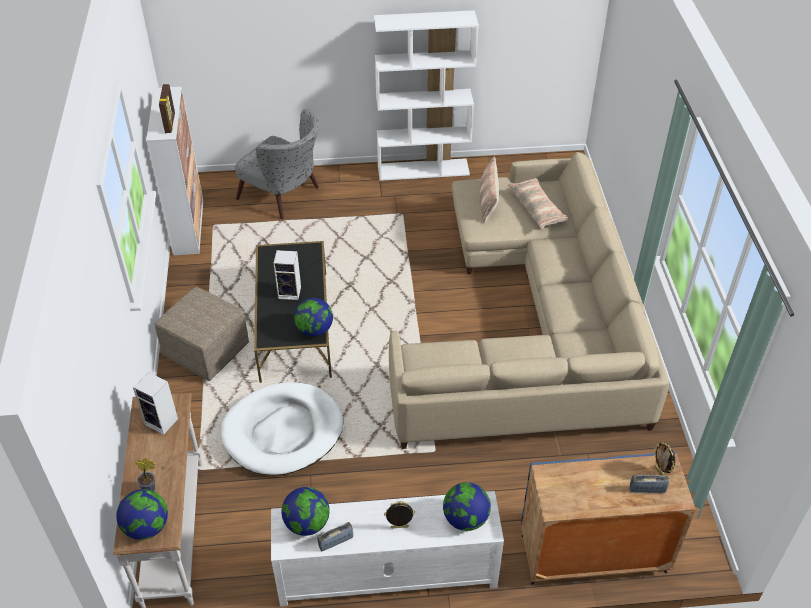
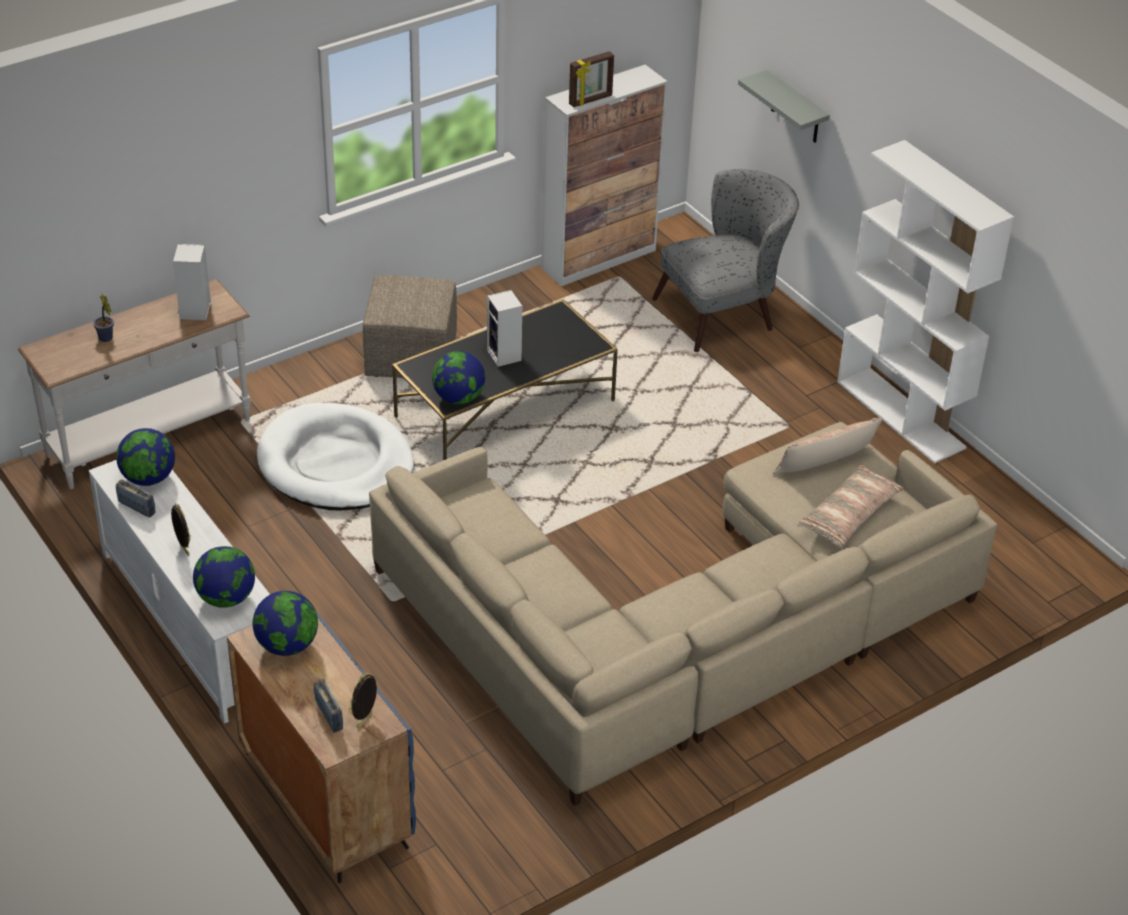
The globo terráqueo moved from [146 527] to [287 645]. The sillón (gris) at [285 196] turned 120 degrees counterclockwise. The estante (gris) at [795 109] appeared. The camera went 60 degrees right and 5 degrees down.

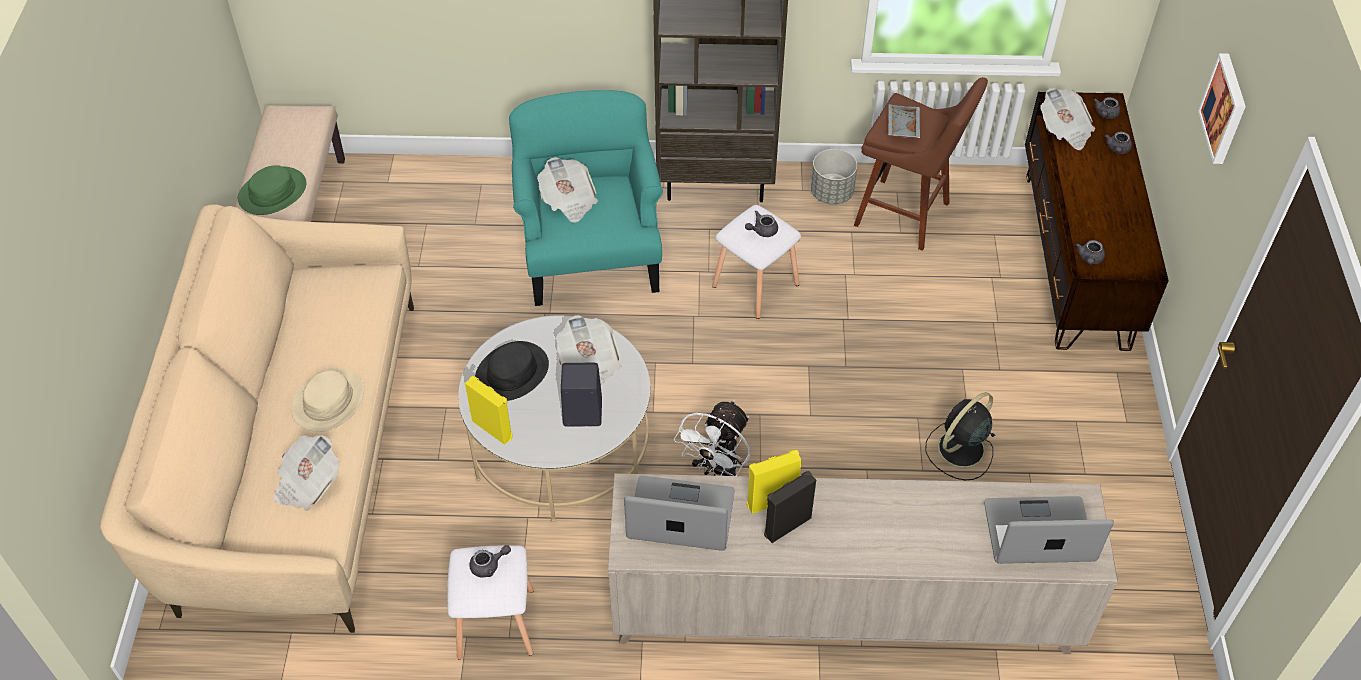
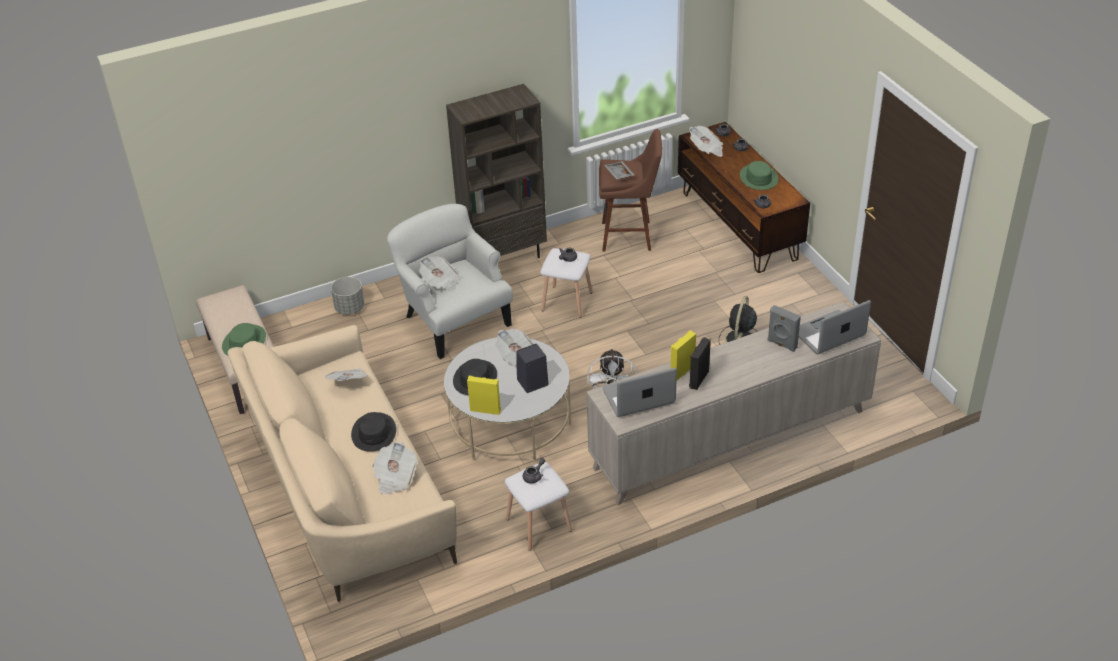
The periódico at [349 383] appeared. The maceta (gris) moved from [832 193] to [350 308]. The sombrero (beis) at [328 401] became the sombrero (negro) at [374 433]. The sillón (turquesa) at [590 253] became the sillón (blanco) at [454 320]. The sombrero (verde) at [758 178] appeared. The altavoz (gris) at [781 344] appeared. The cuadro at [1225 108] disappeared. The camera went 25 degrees left and 10 degrees down.

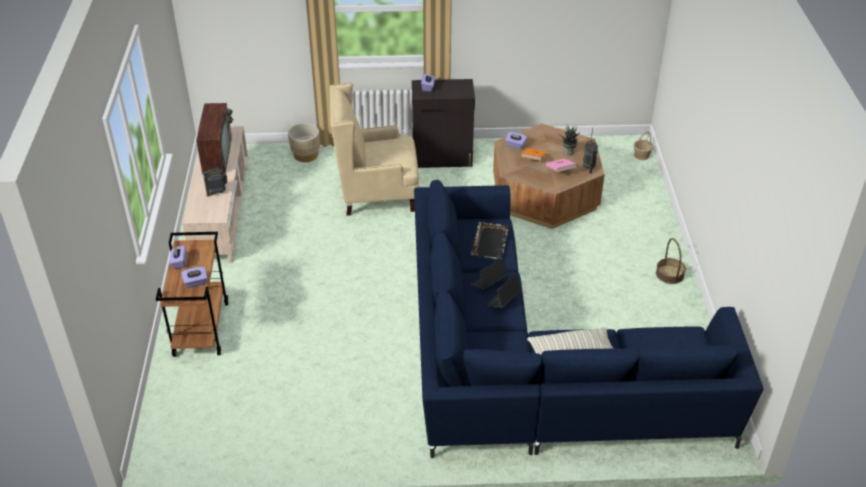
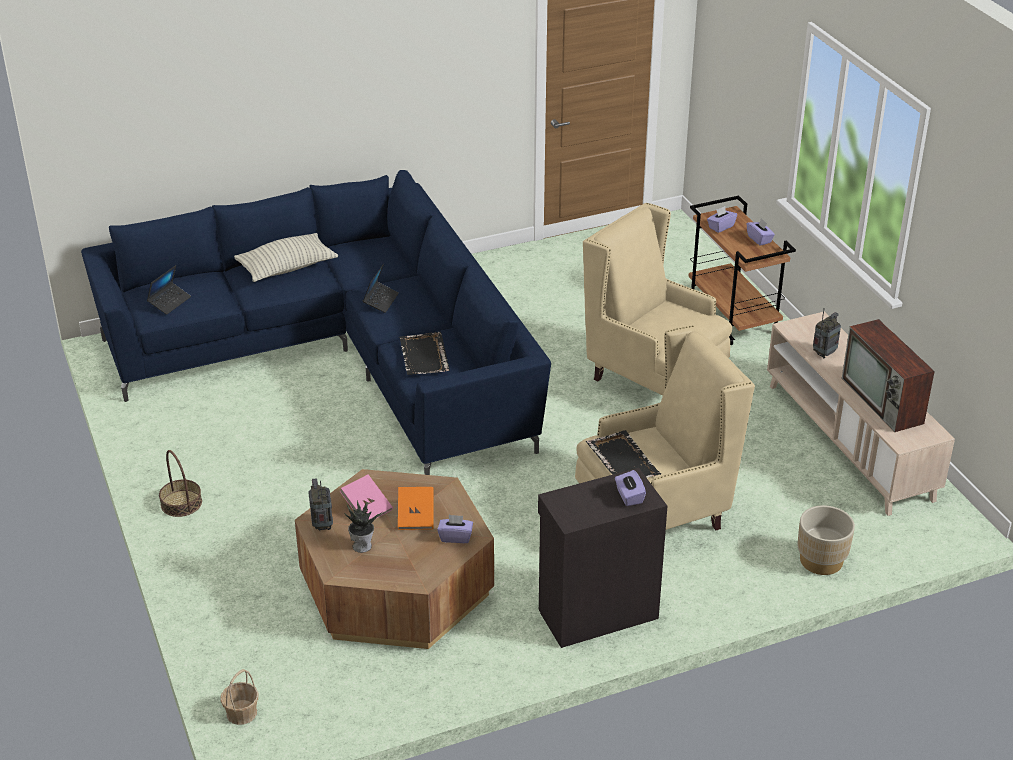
The portátil moved from [489 283] to [169 302]. The sillón (beis) at [653 381] appeared. The bandeja (negro) at [622 459] appeared. The camera went 160 degrees right and 5 degrees down.

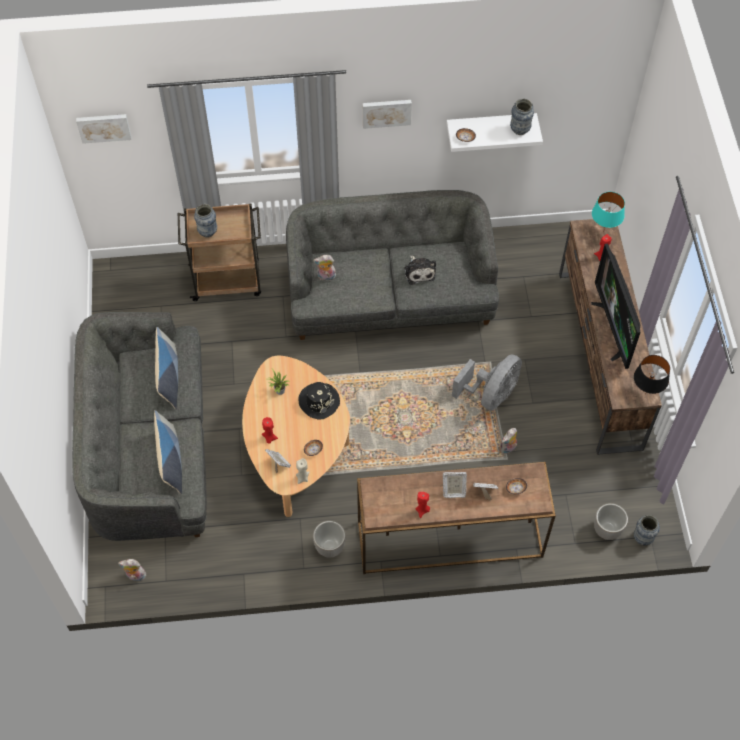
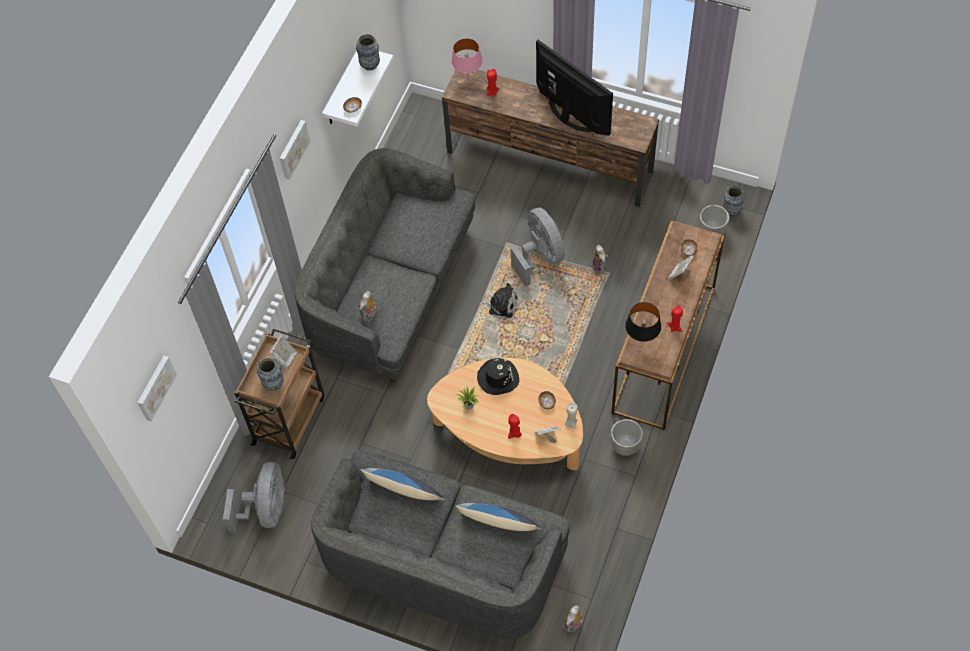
The ventilador (gris) at [266 510] appeared. The portarretratos moved from [453 490] to [285 359]. The lámpara de mesa (turquesa) at [603 232] became the lámpara de mesa (rosa) at [468 80]. The peluche moved from [419 272] to [501 304]. The televisor at [614 329] turned 150 degrees counterclockwise. The lámpara de mesa (negro) moved from [645 394] to [641 342]. The camera went 60 degrees left and 0 degrees up.

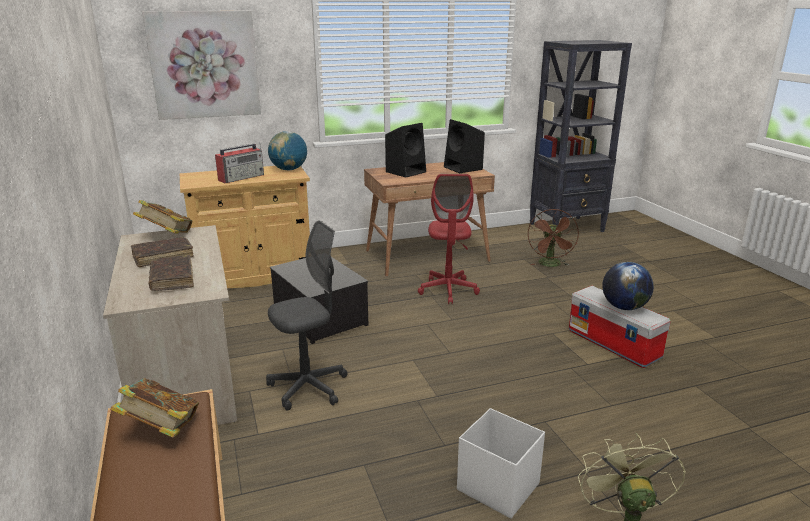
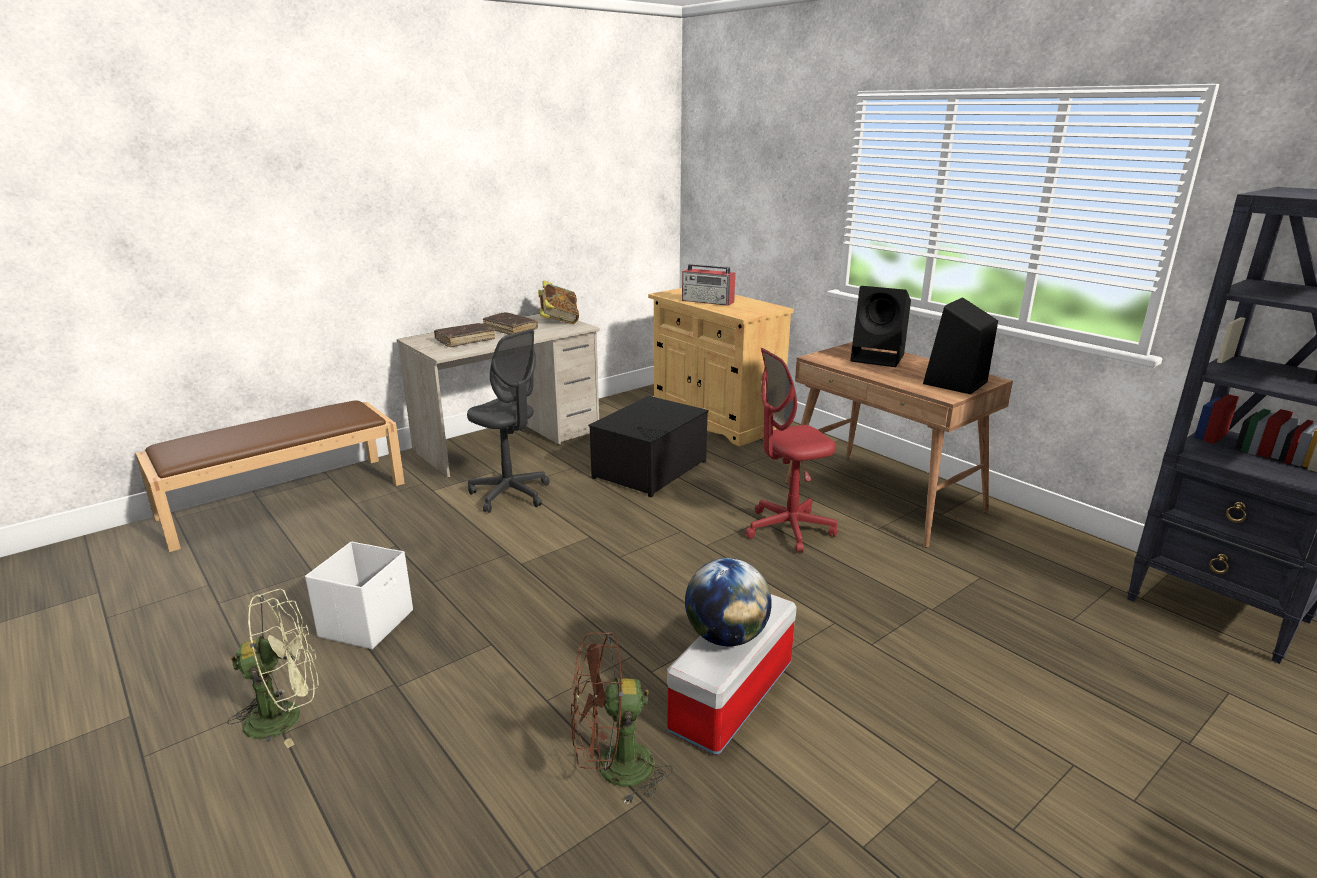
The ventilador (marrón) moved from [550 265] to [613 769]. The libro at [161 429] disappeared. The cuadro at [204 65] disappeared. The globo terráqueo at [289 169] disappeared. The camera went 70 degrees right and 0 degrees up.

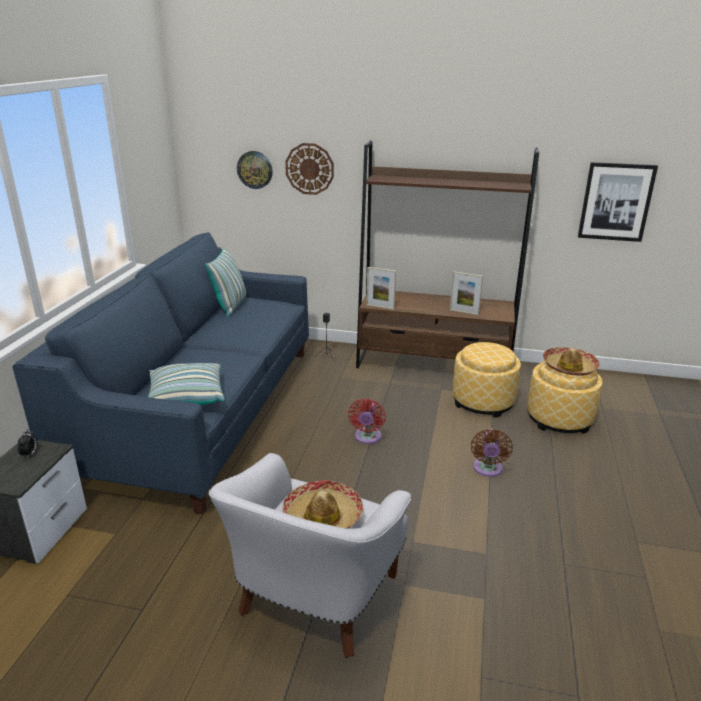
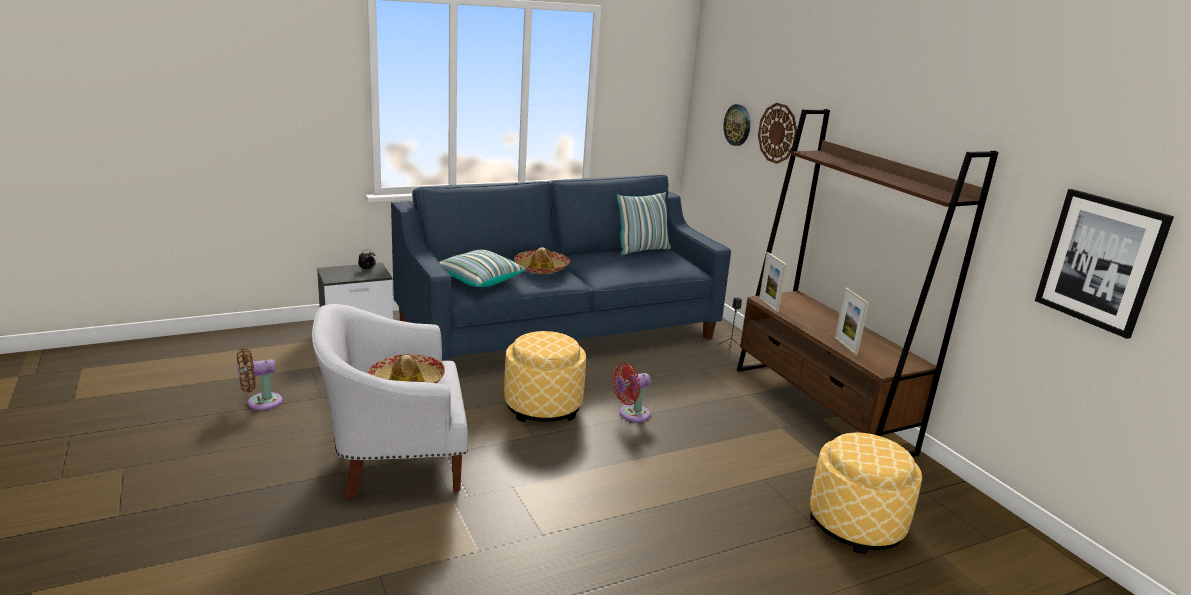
The ventilador (marrón) moved from [487 469] to [260 402]. The puf moved from [483 401] to [543 406]. The sombrero moved from [569 367] to [541 268]. The camera went 50 degrees right and 5 degrees down.

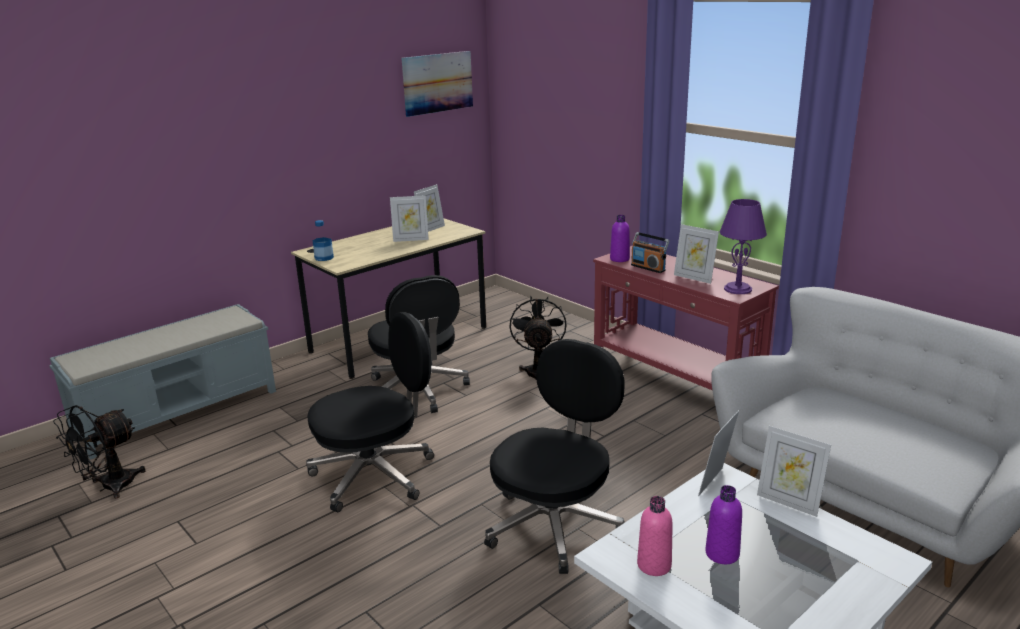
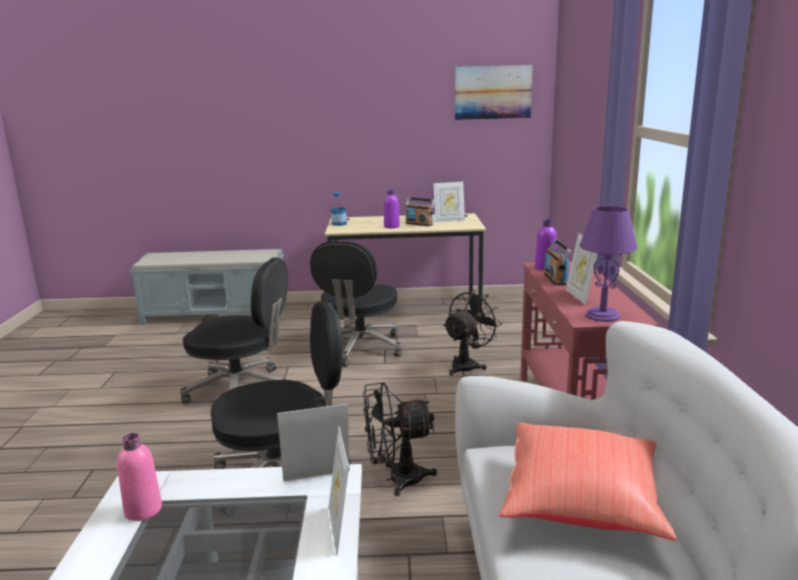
The ventilador (negro) moved from [109 487] to [396 479]. The botella (morado) moved from [722 554] to [391 226]. The portarretratos at [411 239] was replaced by the radio at [419 224]. The cojín (rojo) at [582 504] appeared. The camera went 40 degrees right and 5 degrees down.

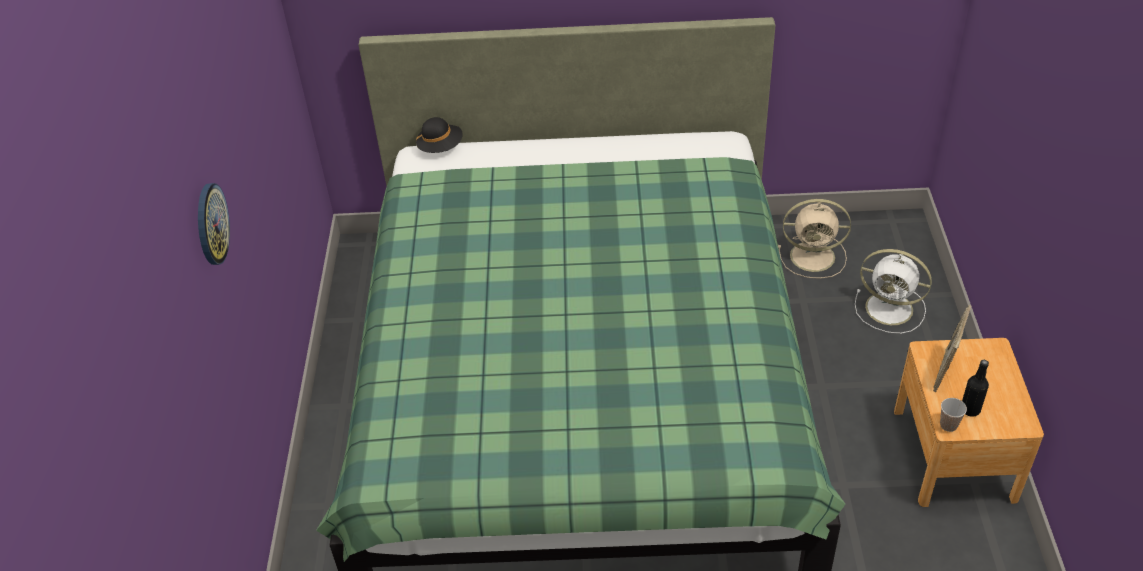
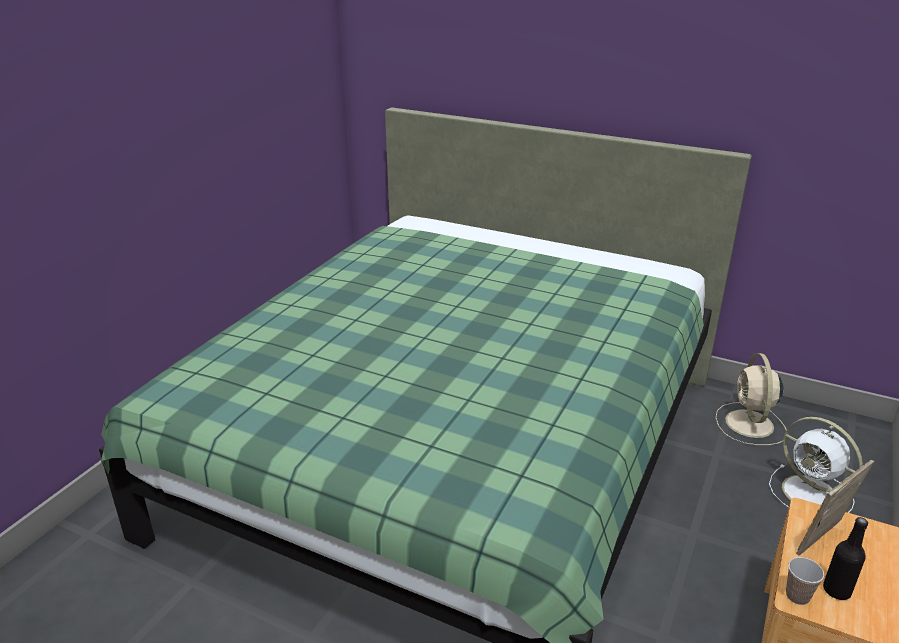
The ventilador (beis) at [814 256] turned 60 degrees clockwise. The reloj de pared at [211 224] disappeared. The sombrero (negro) at [440 147] disappeared. The camera went 25 degrees right and 15 degrees down.

